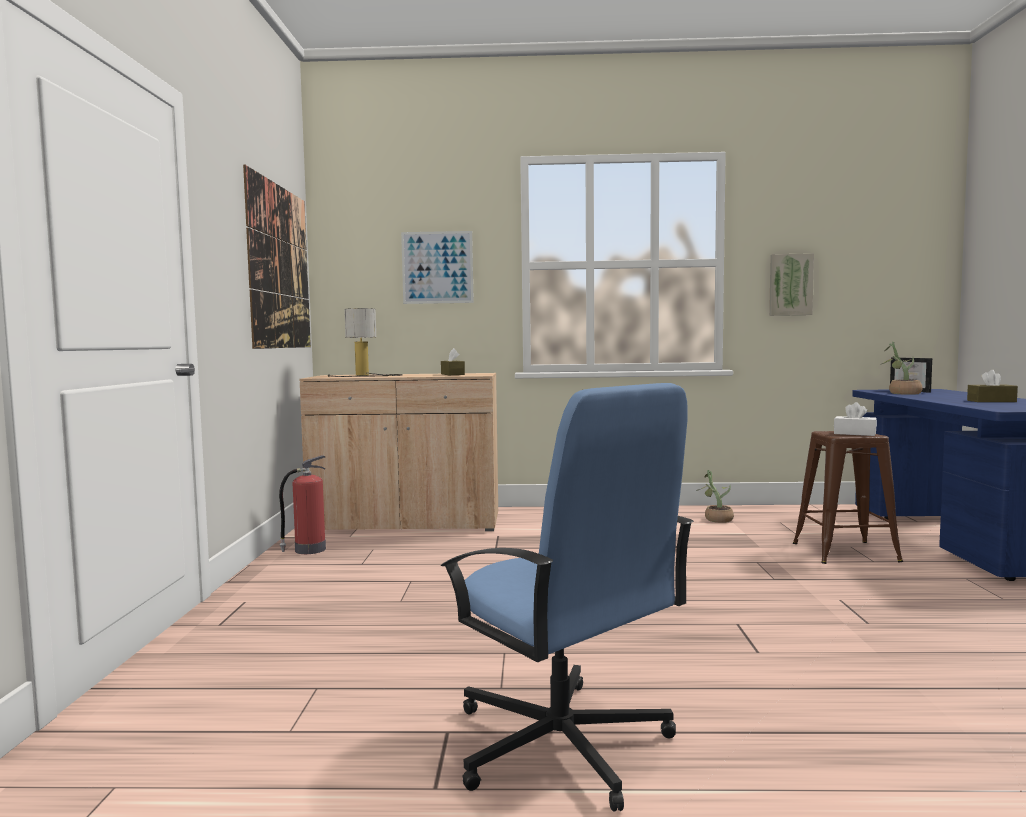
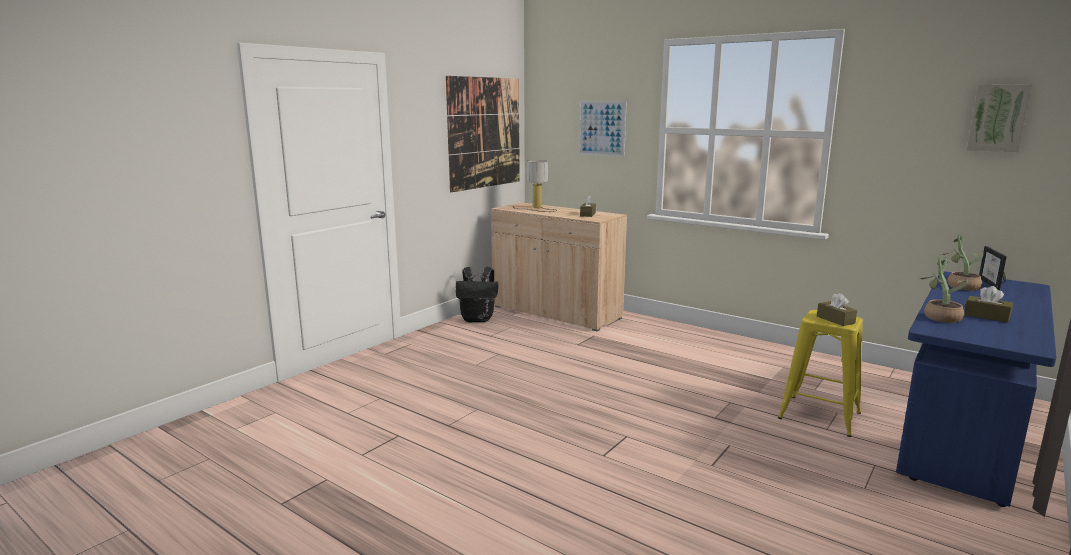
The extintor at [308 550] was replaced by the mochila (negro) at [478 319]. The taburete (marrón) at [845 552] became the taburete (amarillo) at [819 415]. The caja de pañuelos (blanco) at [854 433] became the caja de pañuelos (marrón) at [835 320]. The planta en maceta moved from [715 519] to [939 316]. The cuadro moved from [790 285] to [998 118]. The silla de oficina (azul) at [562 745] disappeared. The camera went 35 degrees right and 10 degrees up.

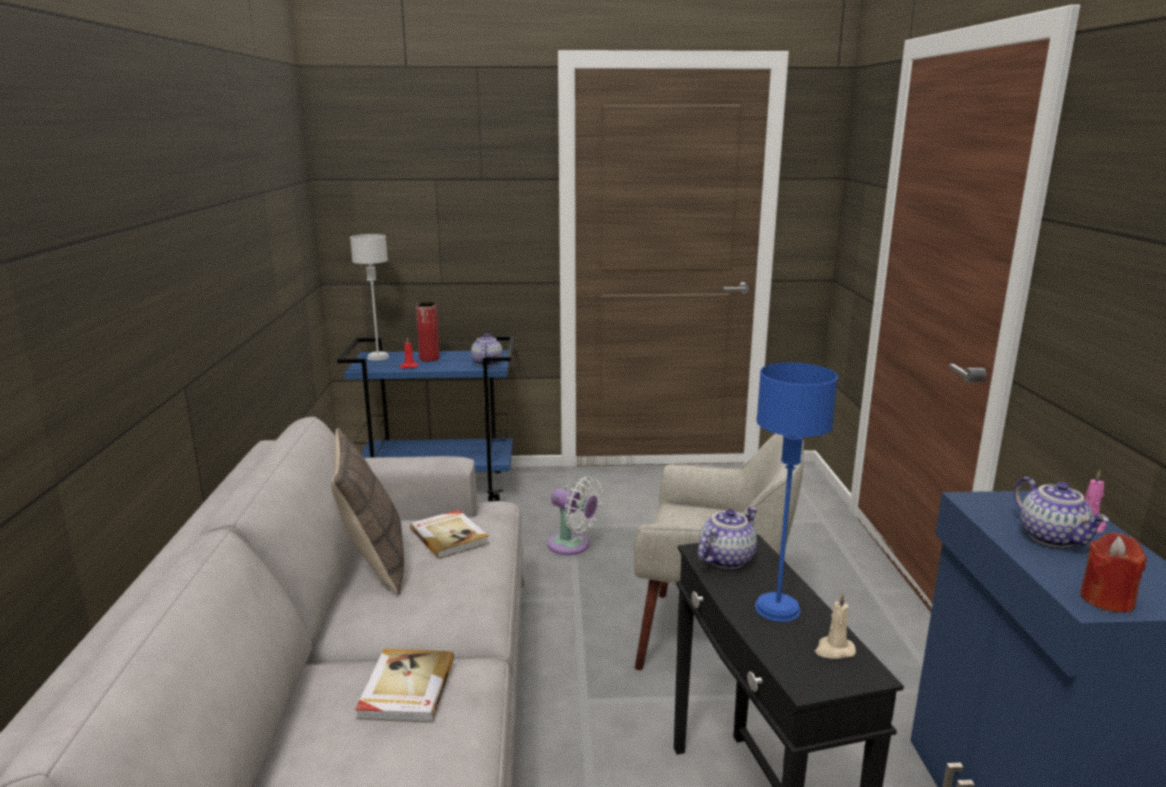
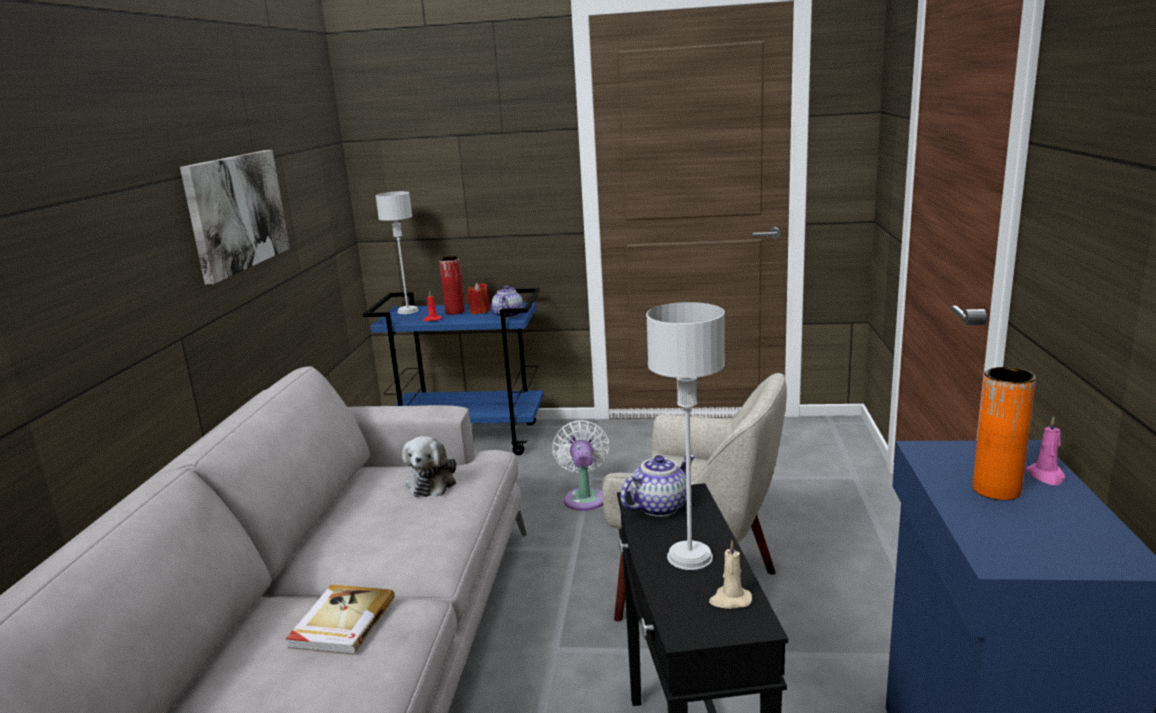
The cuadro at [236 212] appeared. The libro at [449 536] was replaced by the peluche at [432 482]. The vela (rojo) moved from [1106 599] to [480 311]. The ventilador (blanco) at [572 546] turned 135 degrees counterclockwise. The lámpara de mesa (azul) at [777 608] became the lámpara de mesa (gris) at [690 556]. The tetera at [1053 538] was replaced by the florero (naranja) at [996 490]. The cojín at [373 563] disappeared. The camera went 10 degrees right and 0 degrees up.

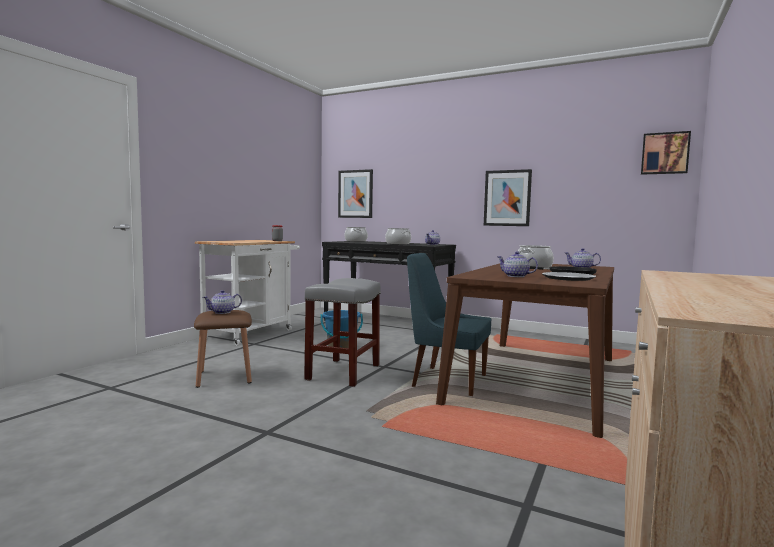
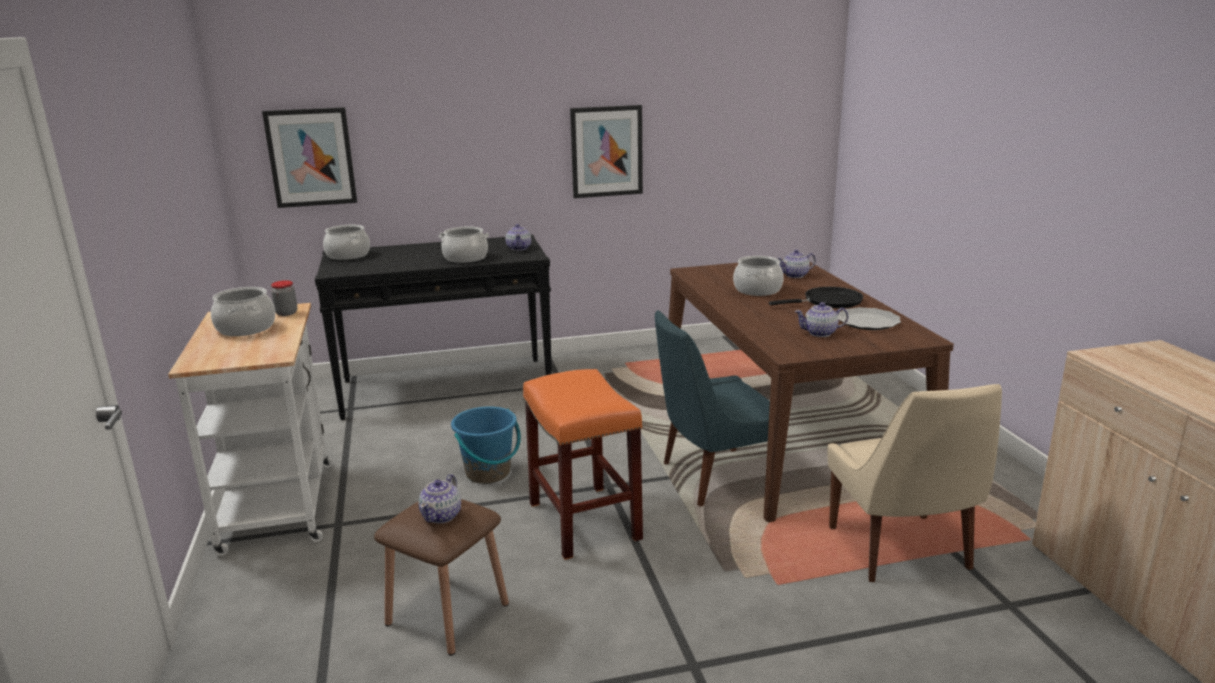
The olla at [245 328] appeared. The taburete (gris) at [343 372] became the taburete (naranja) at [583 520]. The silla (beis) at [901 551] appeared. The cuadro at [665 153] disappeared. The camera went 40 degrees left and 15 degrees up.

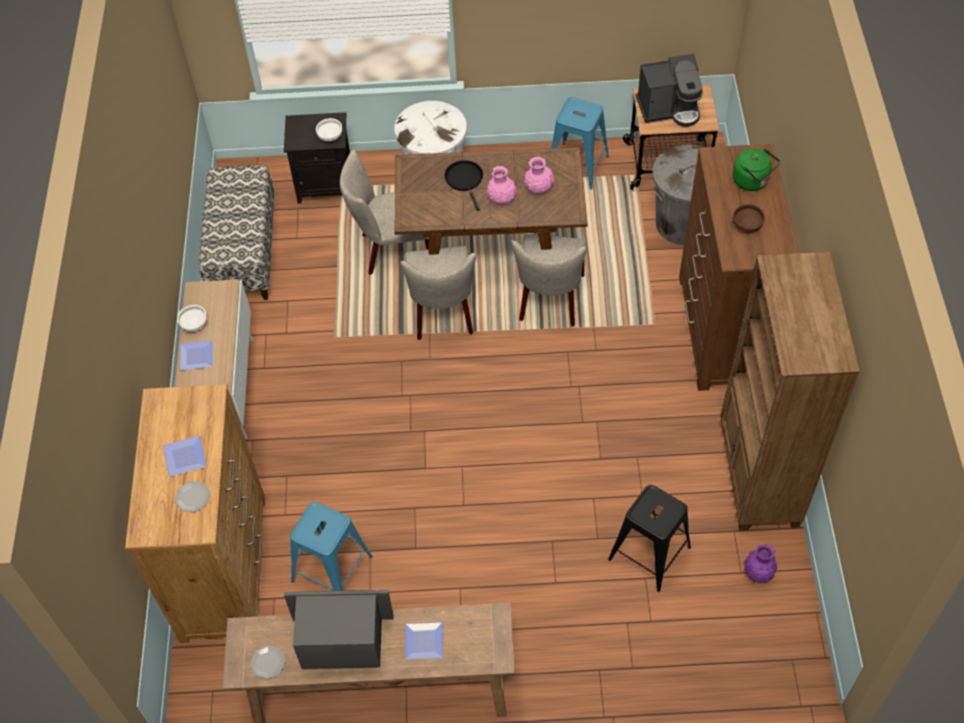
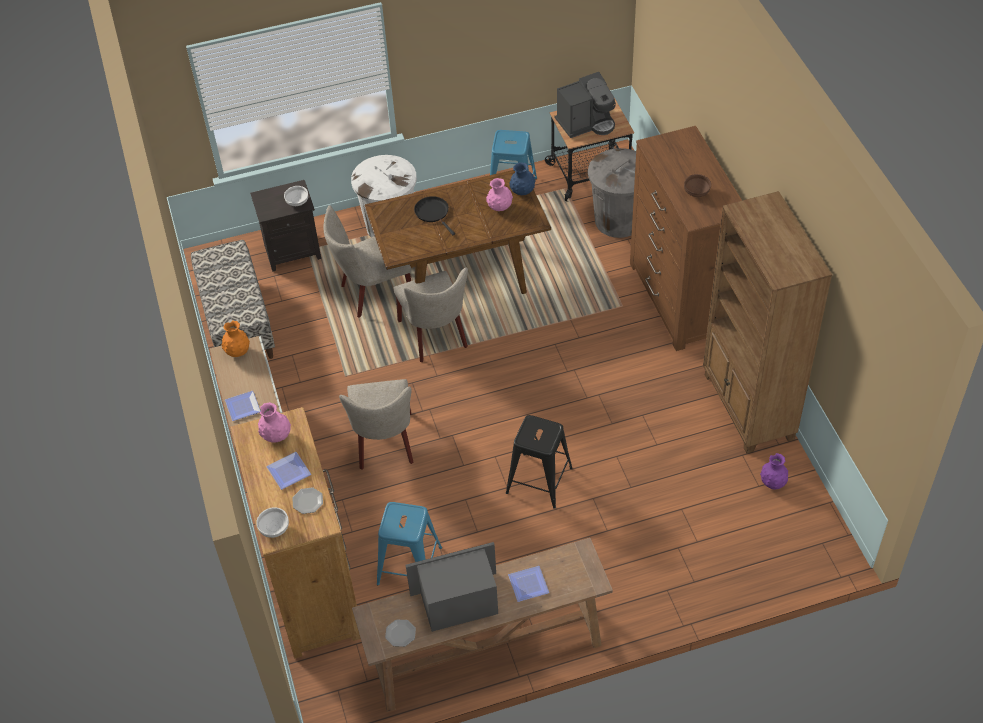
The florero (naranja) at [237 352] appeared. The cuenco (blanco) moved from [194 324] to [274 529]. The florero (rosa) moved from [501 199] to [276 436]. The silla (beis) moved from [550 302] to [385 444]. The taburete (negro) moved from [649 553] to [539 480]. The florero (azul) at [522 192] appeared. The hervidor (verde) at [752 181] disappeared. The camera went 15 degrees left and 5 degrees down.

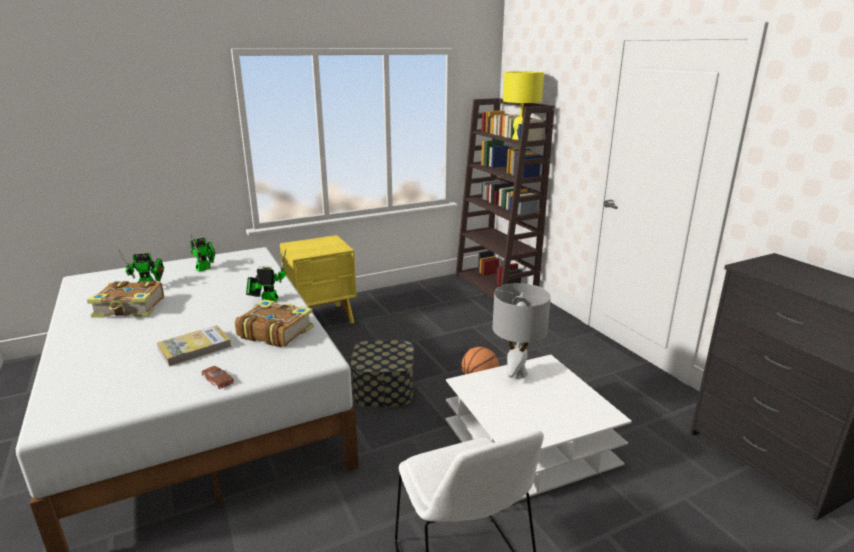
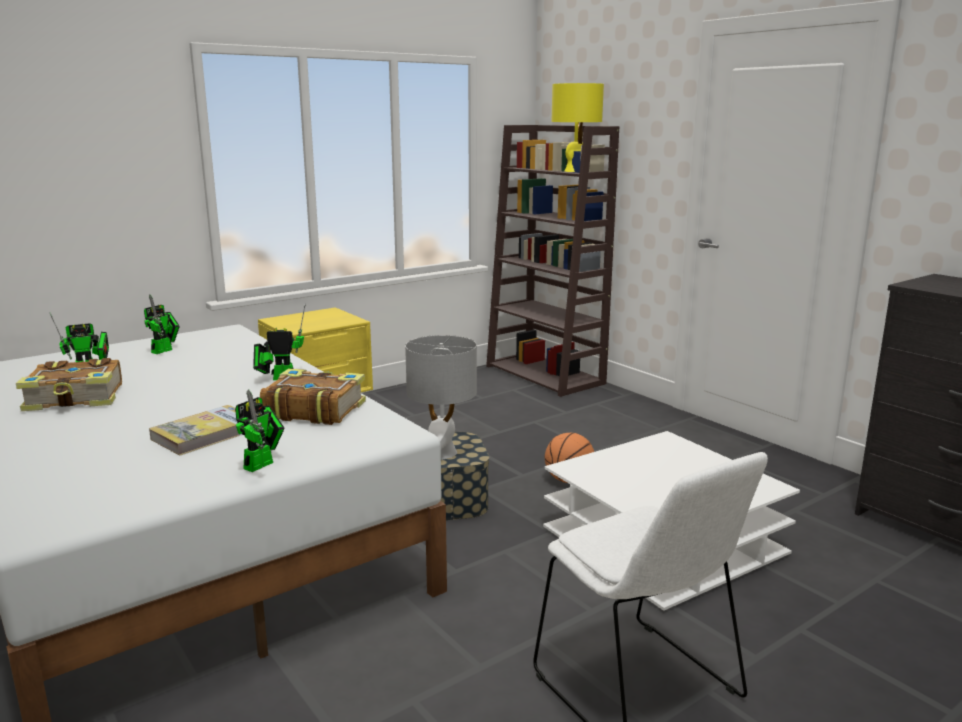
The coche de juguete (marrón) at [217 379] was replaced by the robot de juguete at [262 464]. The lámpara de mesa (gris) moved from [516 373] to [442 453]. The camera went 10 degrees left and 5 degrees down.

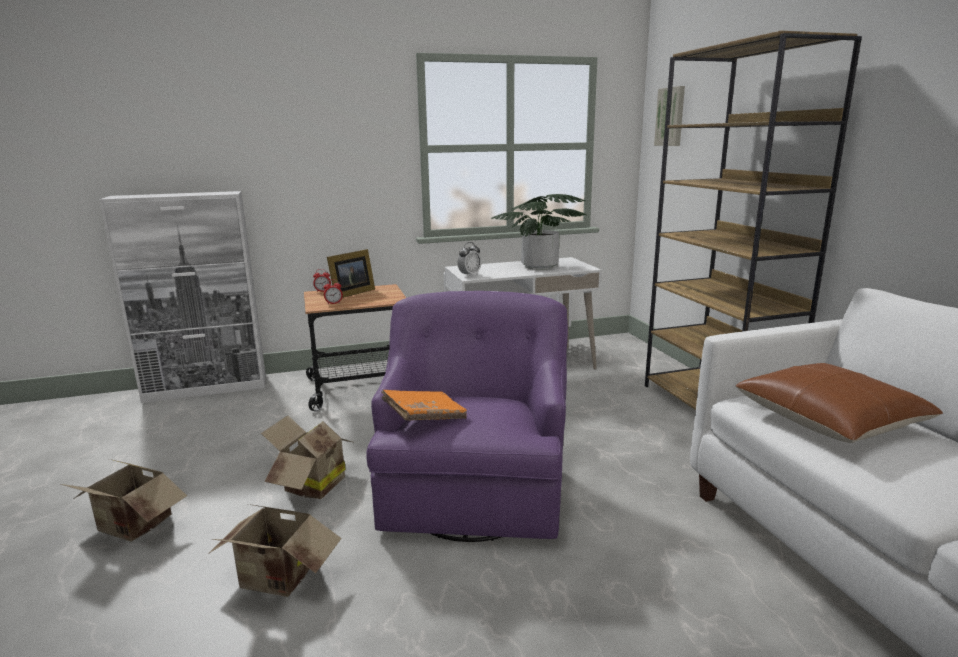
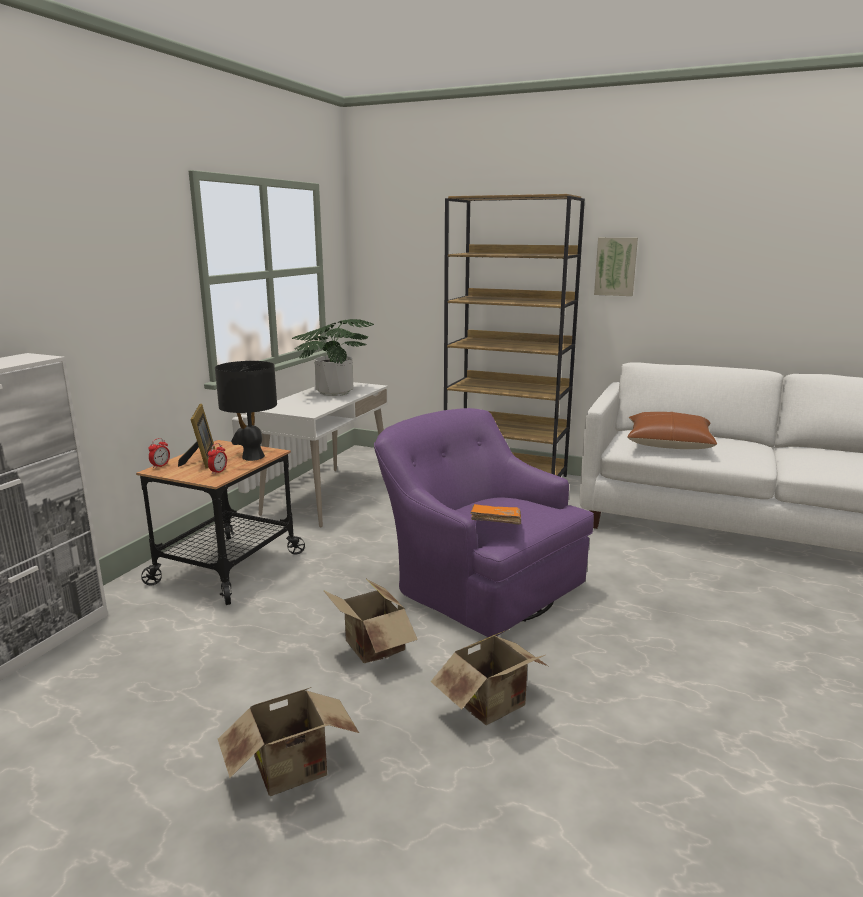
The lámpara de mesa (negro) at [252 457] appeared. The cuadro moved from [671 117] to [615 266]. The despertador at [469 275] disappeared. The camera went 50 degrees left and 0 degrees up.

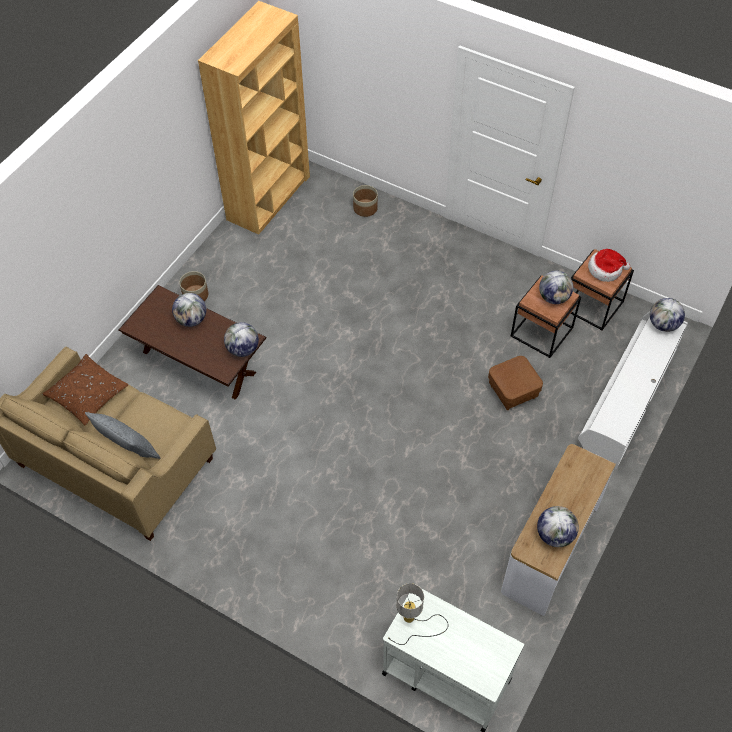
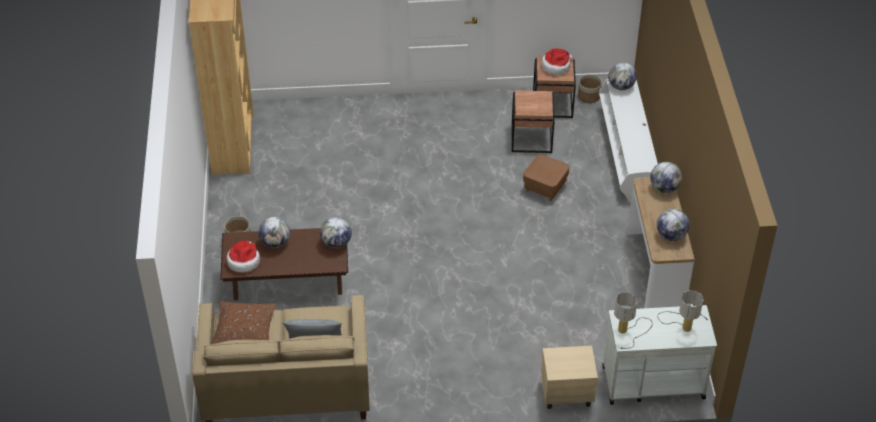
The sombrero at [244 261] appeared. The mesita de noche (beis) at [566 394] appeared. The maceta moved from [365 208] to [588 96]. The globo terráqueo moved from [553 297] to [664 188]. The lámpara de mesa at [683 323] appeared. The camera went 35 degrees left and 10 degrees down.

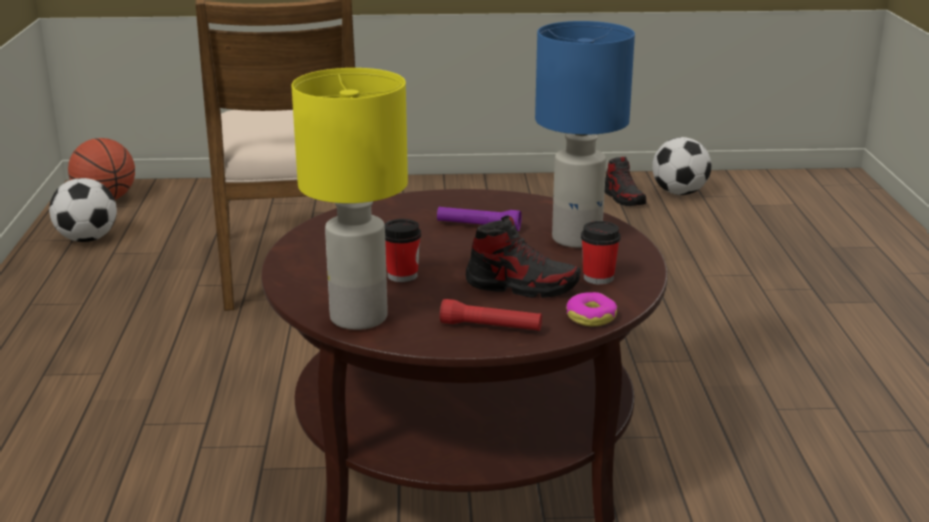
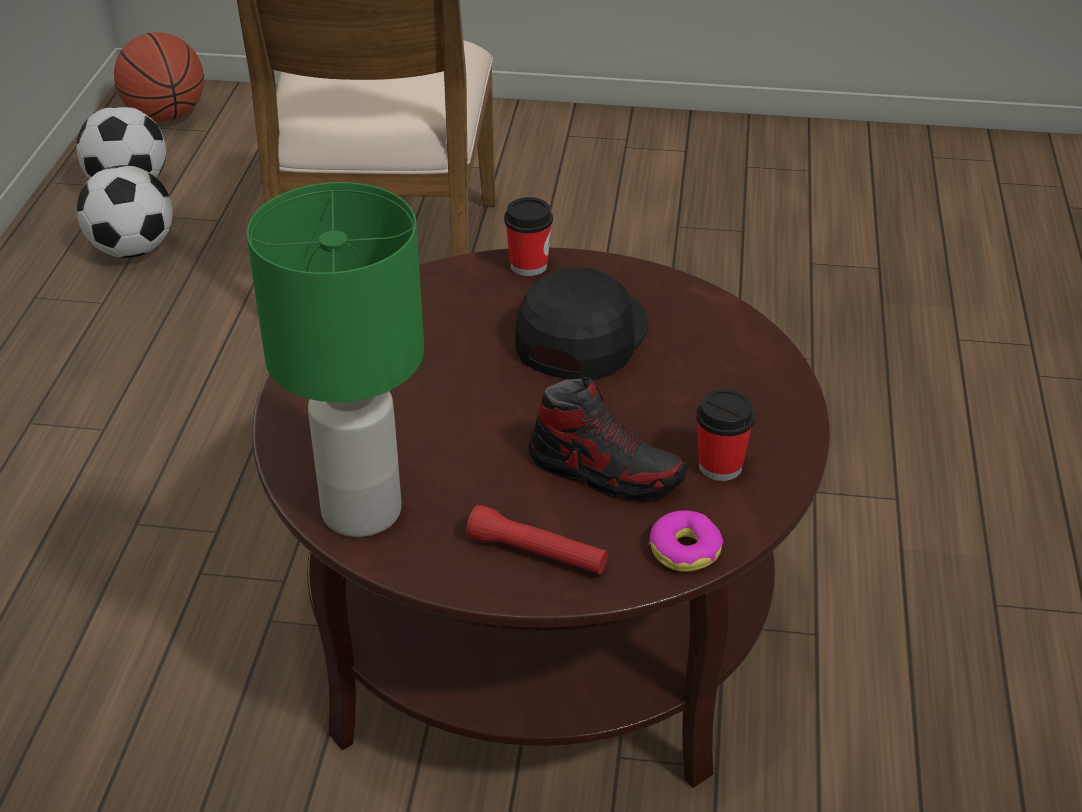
The balón de fútbol moved from [679 193] to [133 250]. The lámpara de mesa (amarillo) at [357 318] became the lámpara de mesa (verde) at [360 512]. The taza moved from [402 275] to [528 265]. The linterna (morado) at [478 226] was replaced by the gorra (negro) at [580 335]. The lámpara de mesa (azul) at [578 239] disappeared. The zapato at [624 198] disappeared. The camera went 10 degrees right and 15 degrees up.

